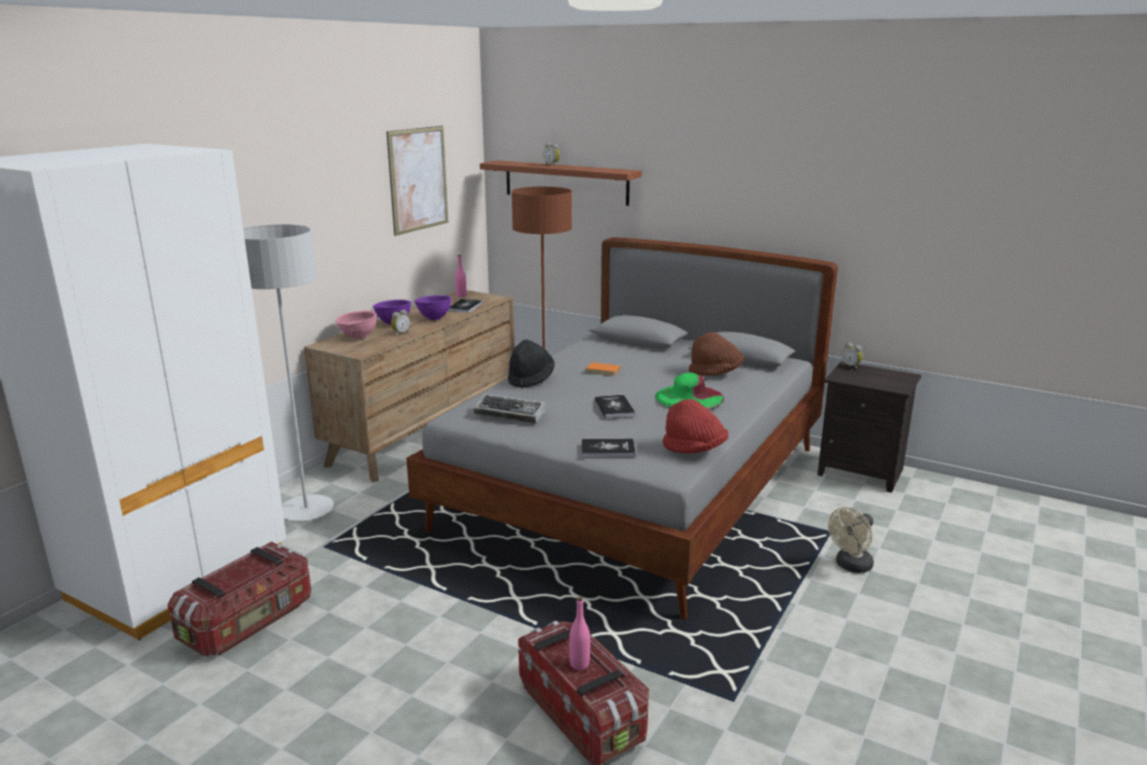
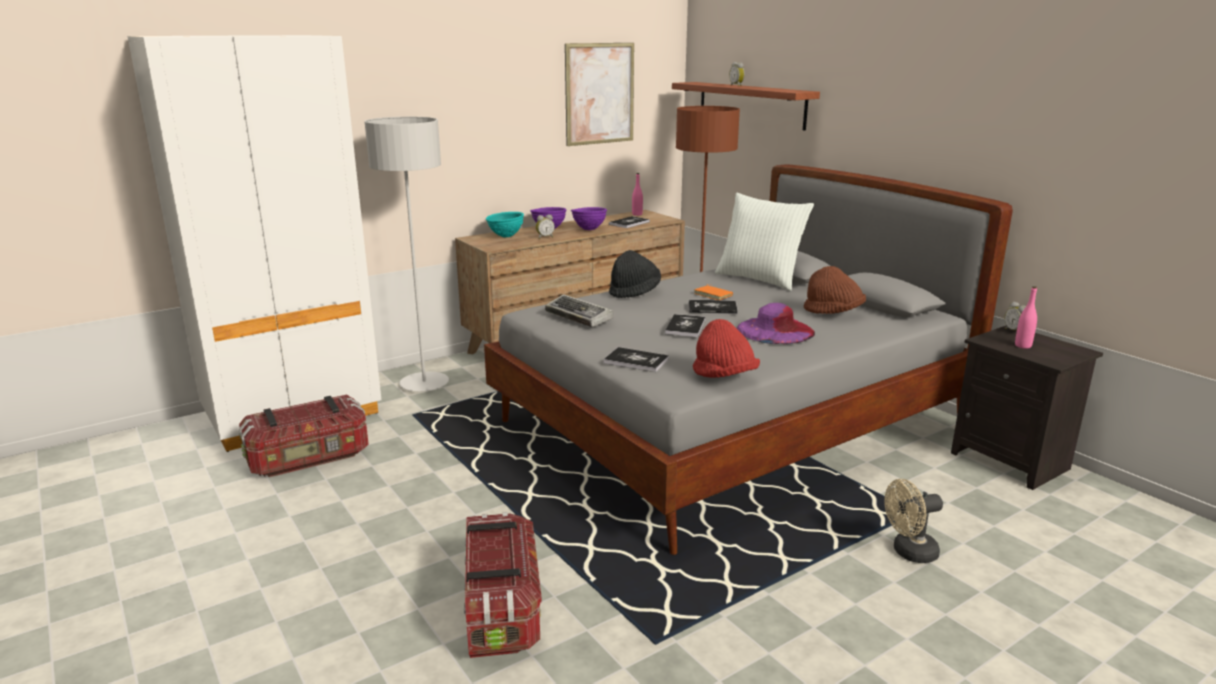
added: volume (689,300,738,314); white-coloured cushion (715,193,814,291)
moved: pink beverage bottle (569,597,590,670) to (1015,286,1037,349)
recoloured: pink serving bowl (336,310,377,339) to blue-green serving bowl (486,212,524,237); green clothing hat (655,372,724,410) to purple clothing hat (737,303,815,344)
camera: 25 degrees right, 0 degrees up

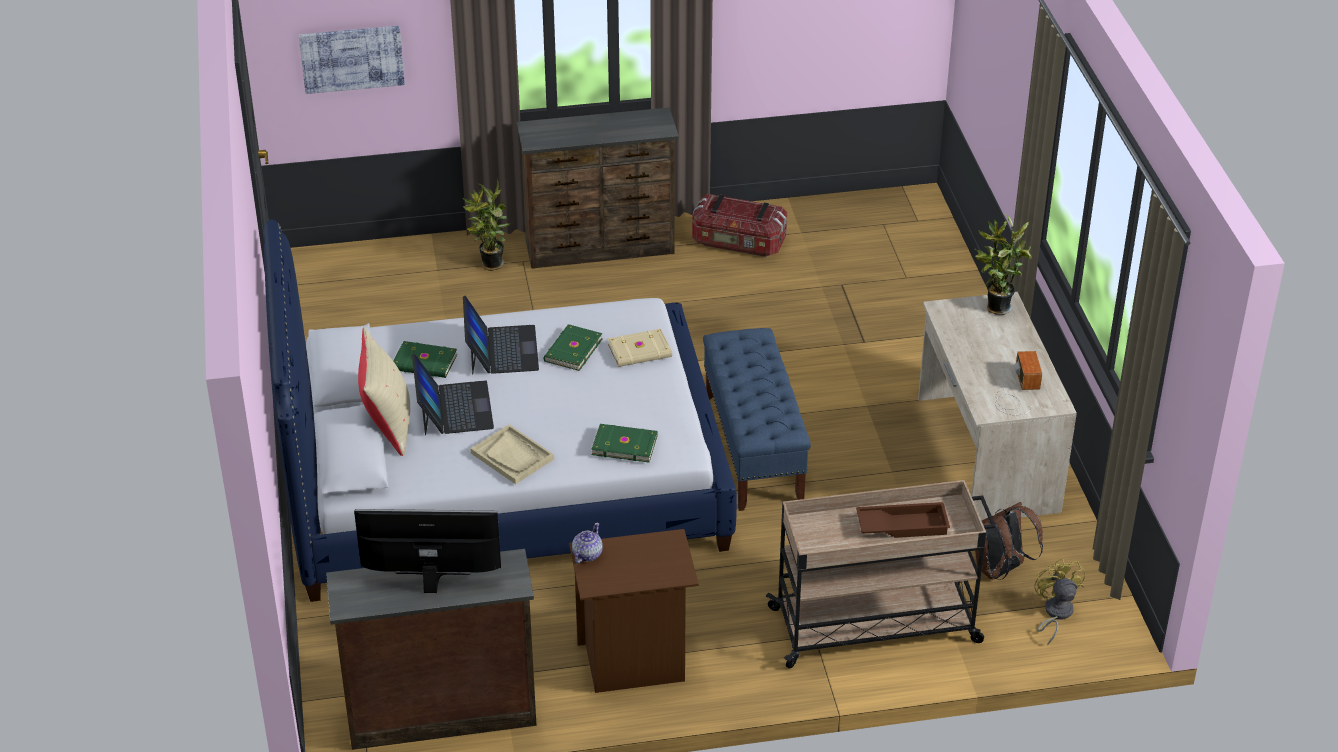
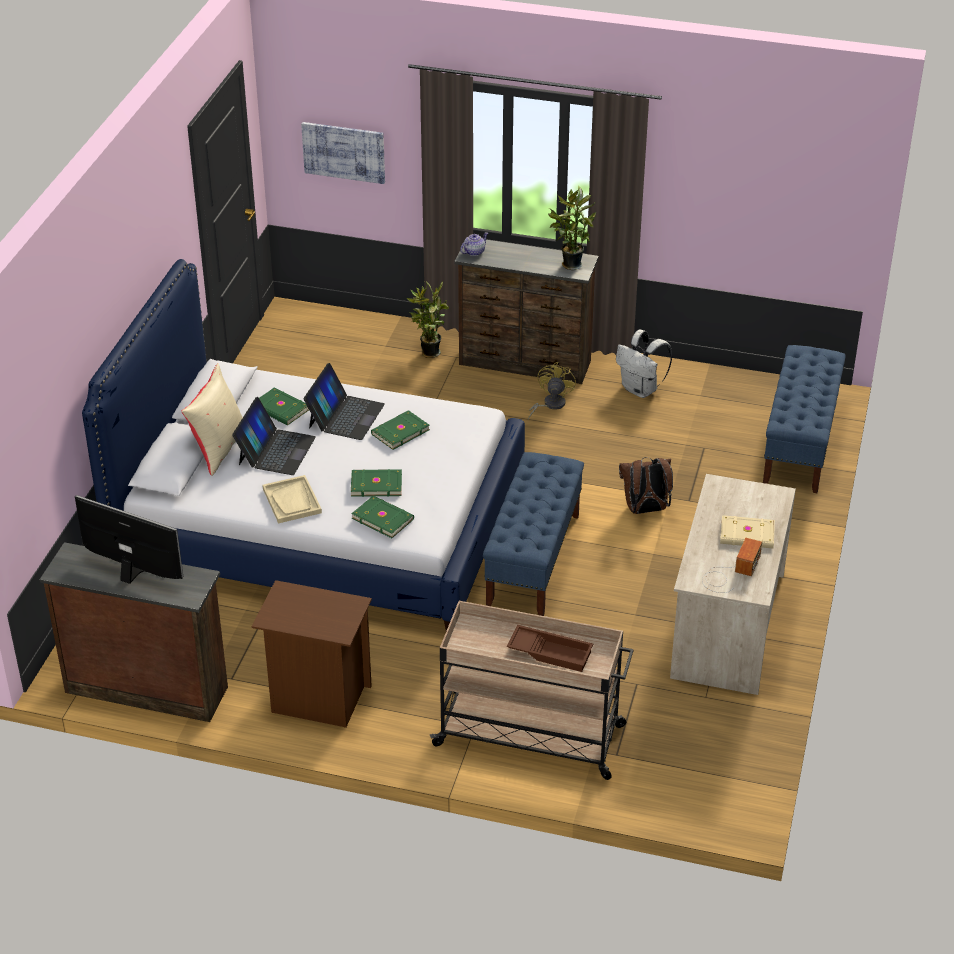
added: green volume (351,469,402,497); blue indoor bench (763,345,846,493)
moved: teapot (572,523,603,564) to (460,232,488,256); yellow cooling fan (1035,558,1086,646) to (528,362,576,420); plant in a pot (975,215,1032,315) to (548,186,596,270); brownish backpack (975,502,1043,580) to (619,457,673,514); beige-coloured volume (608,329,672,367) to (720,515,775,548)
replaced: storage bin (692,194,787,257) to white-coloured backpack (616,330,672,398)
camera: 25 degrees right, 0 degrees up

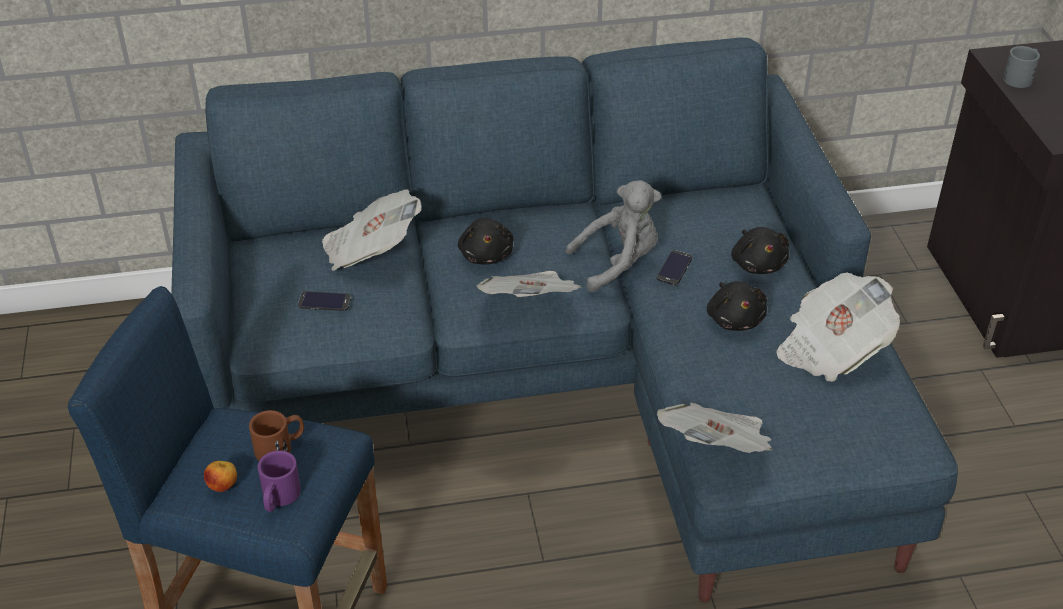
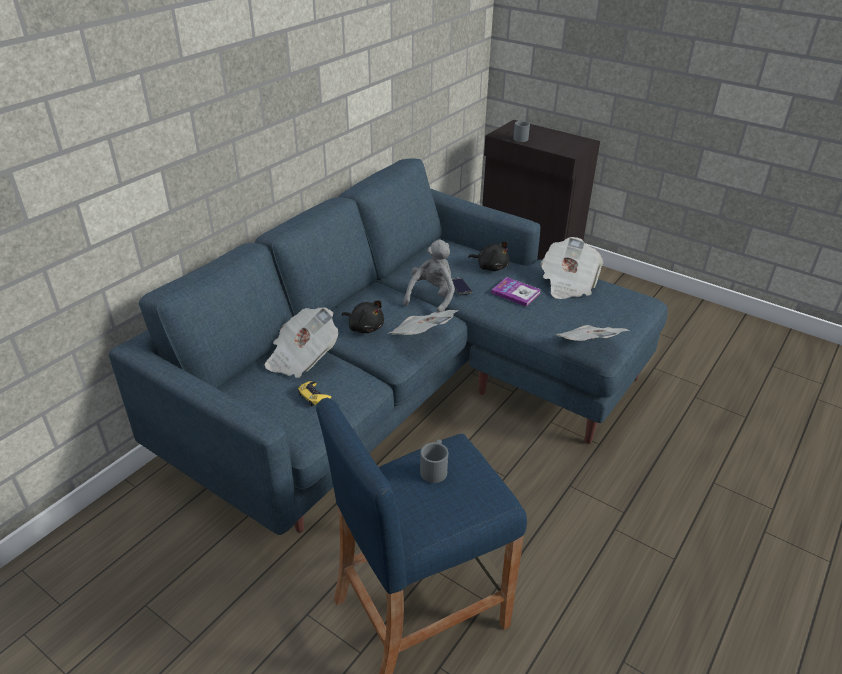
removed: whole apple (204,461,237,492); purple coffee mug (258,450,301,512)
replaced: phone (298,291,351,311) to yellow gamepad (298,381,331,407); black-coloured soft toy (707,281,767,331) to volume (491,277,541,307)
recoloured: brownish coffee mug (249,410,304,461) to greyish coffee mug (420,439,448,483)
camera: 45 degrees left, 5 degrees down

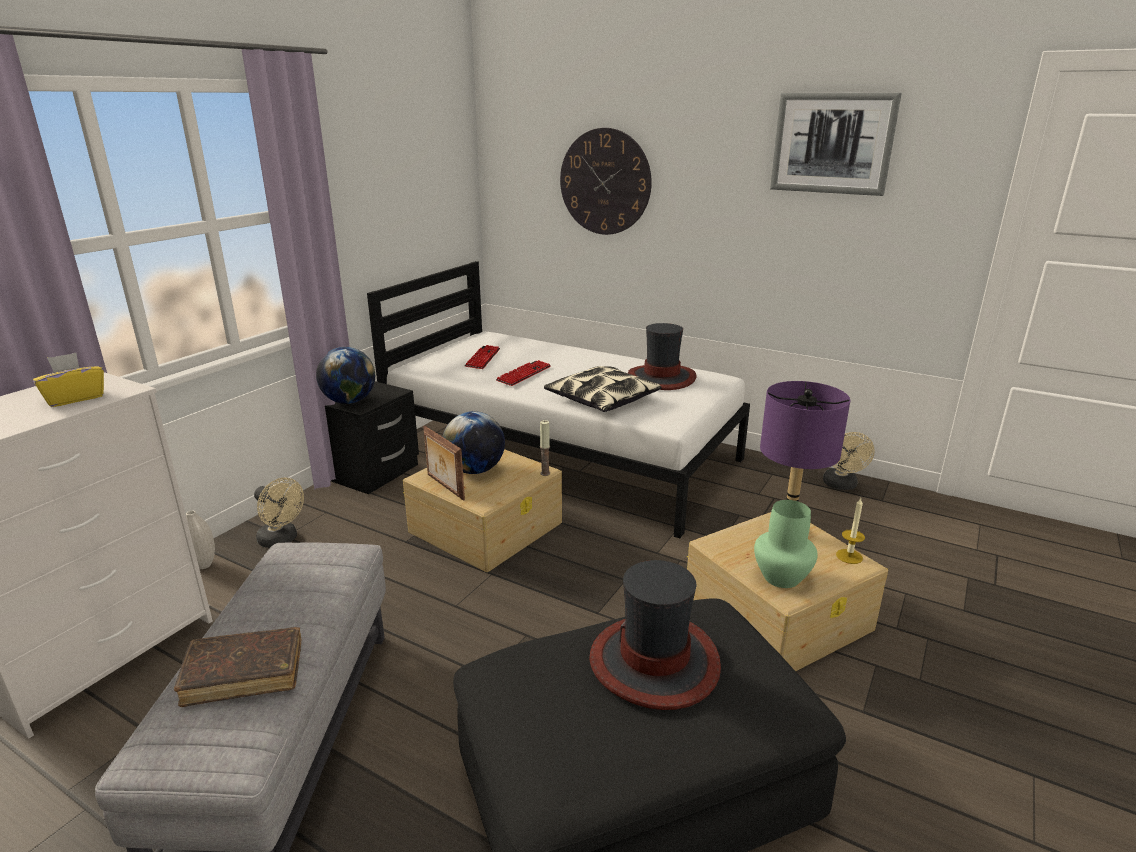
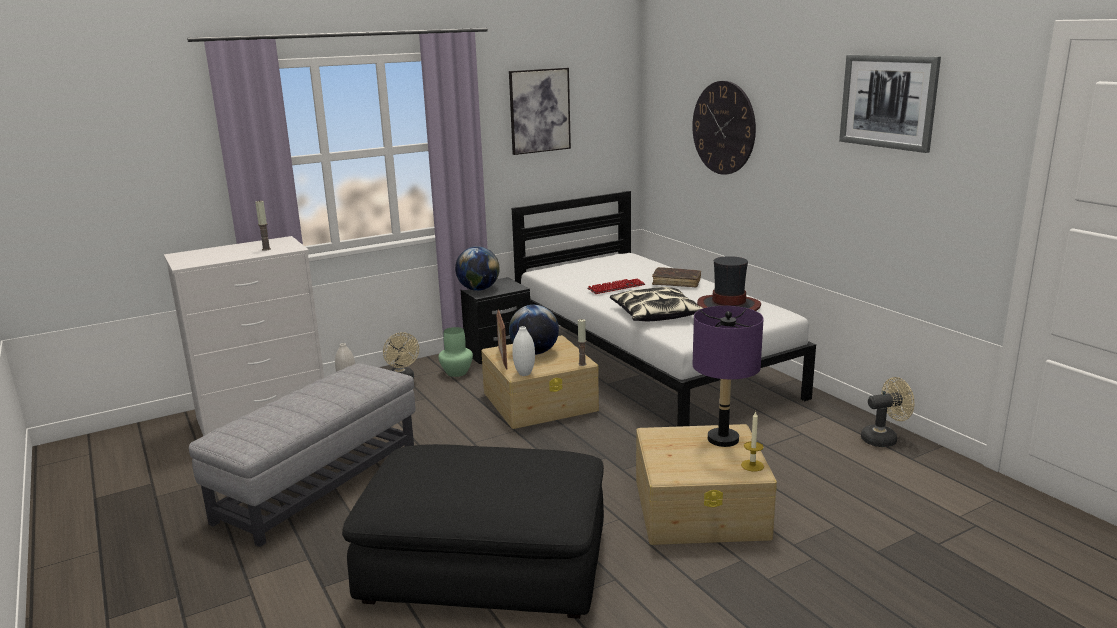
removed: computer keyboard (465,345,500,369); clothing hat (589,560,721,710)
added: picture (509,68,571,155); white-coloured flower vase (512,326,535,376)
moved: green flower vase (754,500,818,588) to (438,327,473,377); brownish volume (174,627,301,707) to (652,267,701,288)
replaced: yellow box of tissues (33,353,104,407) to candle (255,201,271,251)
turned: beige-coloured cooling fan (823,432,875,490) = (861,377,915,447) 135 degrees counterclockwise
camera: 30 degrees right, 5 degrees down

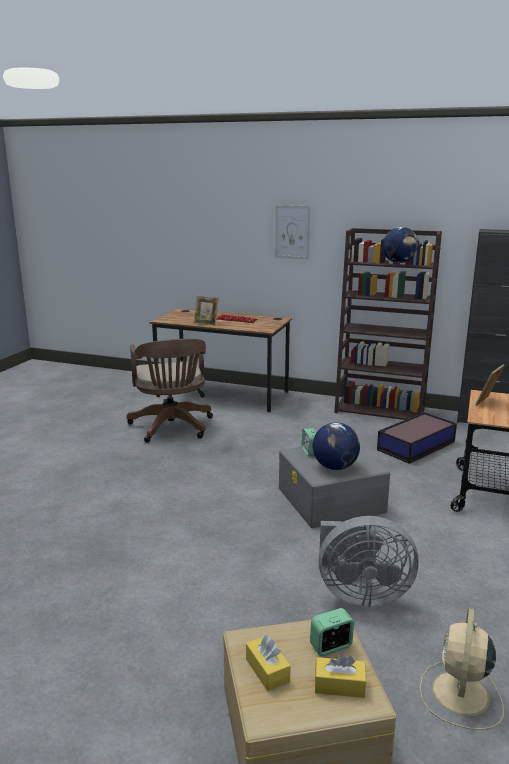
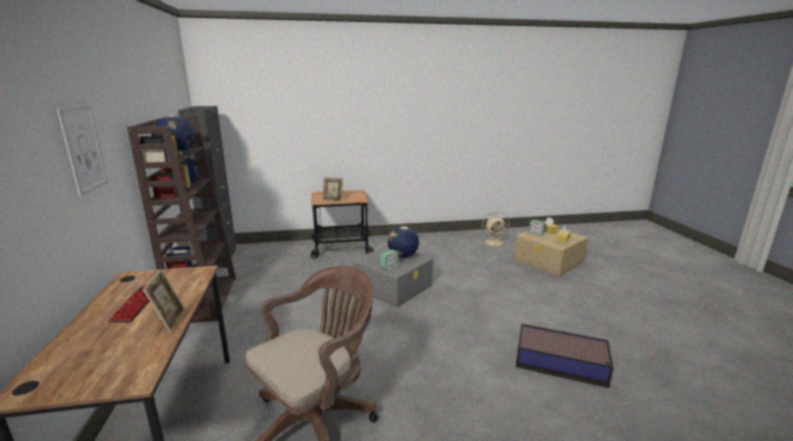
removed: greyish cooling fan (318,516,419,607)
moved: storage bin (377,412,457,464) to (516,324,614,388)
camera: 120 degrees left, 0 degrees up

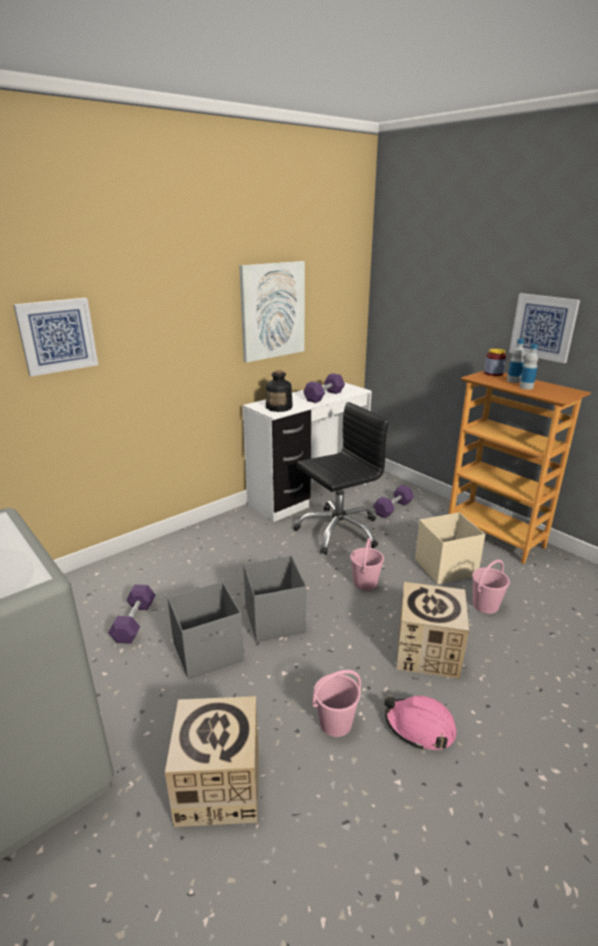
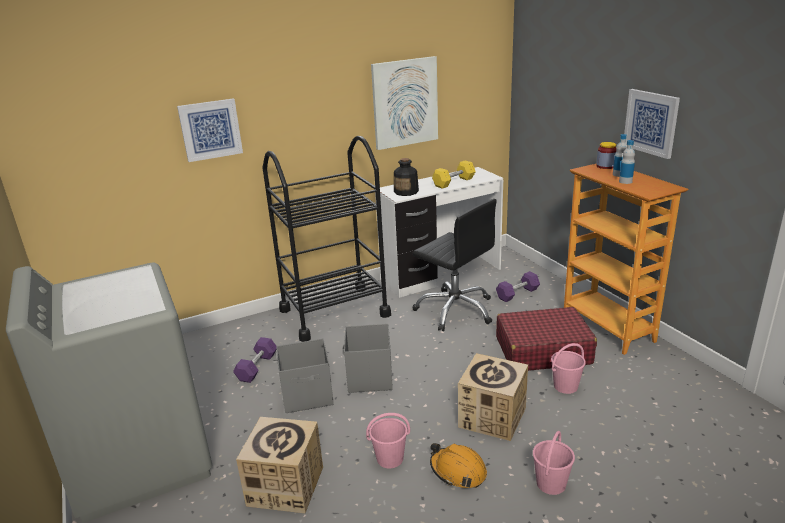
added: black-coloured trolley (262,136,391,342)
moved: pink bucket (350,538,384,591) to (533,431,575,495)
replaced: beige-coloured storage bin (415,512,485,584) to reddish suitcase (496,307,597,371)
recoloured: pink hard hat (384,696,456,750) to orangey hard hat (430,443,487,488); purple dumbbell (303,373,345,403) to yellow dumbbell (432,160,476,189)
turned: black-coloured office chair (293,402,389,555) = (413,199,497,331) 60 degrees clockwise
camera: 15 degrees right, 0 degrees up

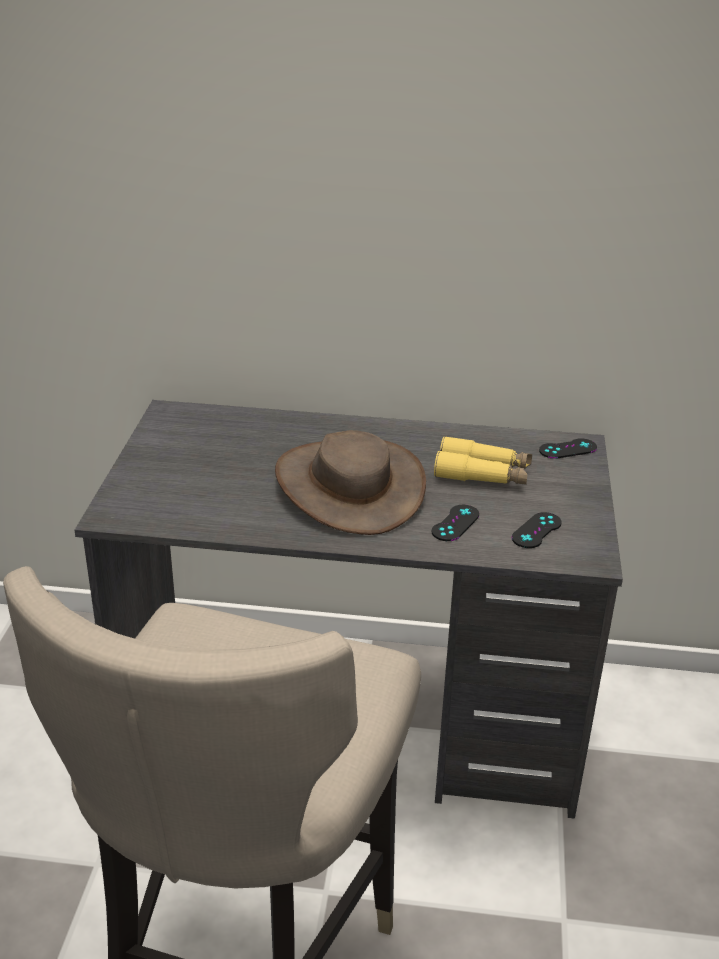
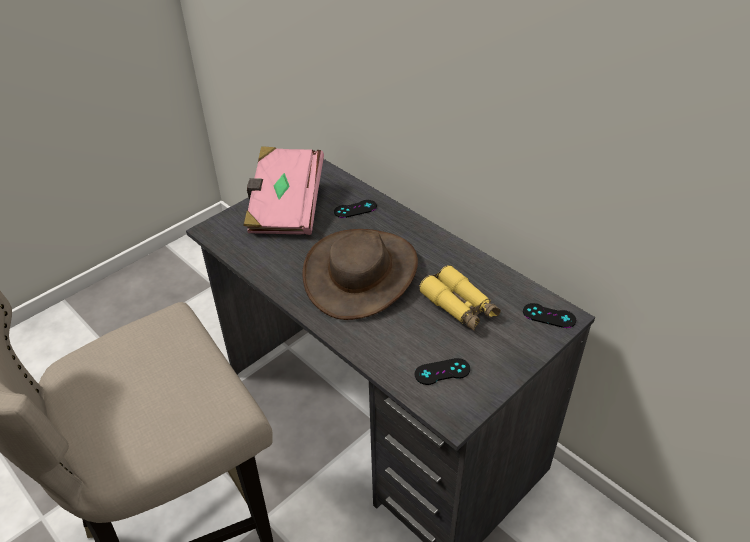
added: pink volume (243,146,324,235)
moved: black-coloured gamepad (432,505,479,541) to (334,200,377,218)
camera: 40 degrees right, 10 degrees up

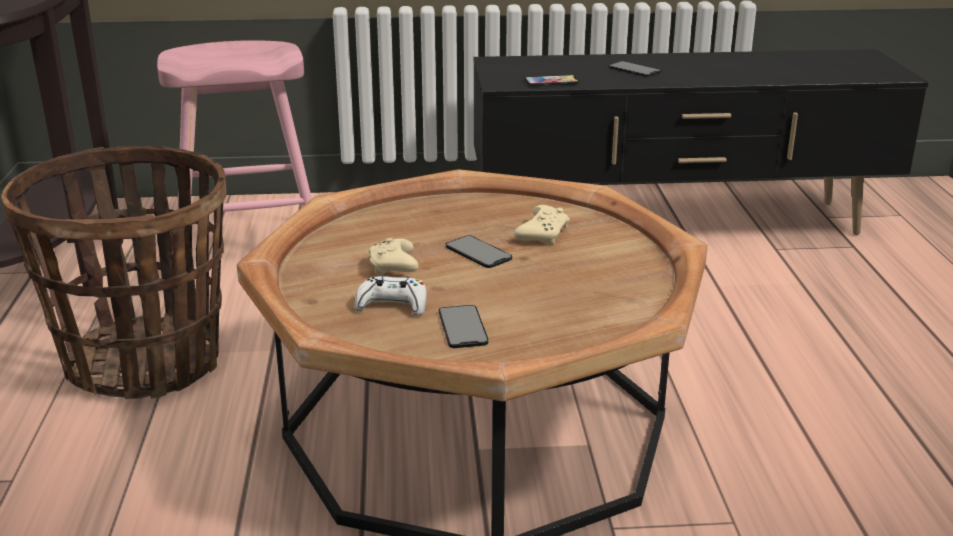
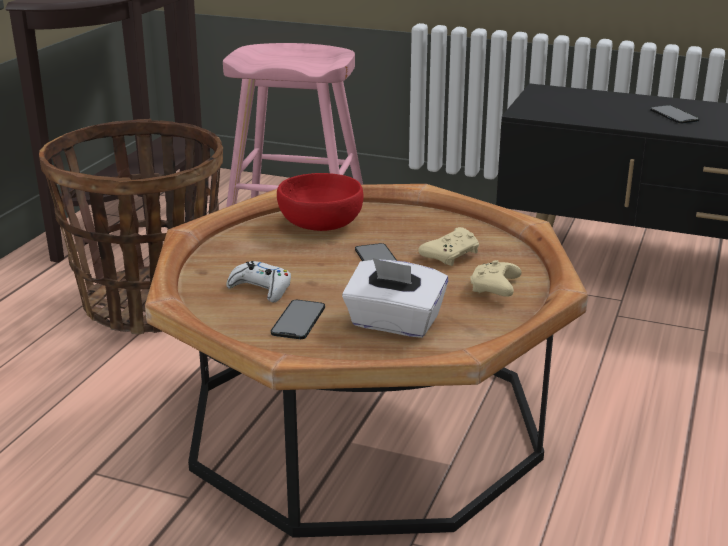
removed: phone (525,75,579,86)
added: reddish serving bowl (277,173,364,231); white-coloured box of tissues (342,258,448,338)
moved: beige-coloured gamepad (368,238,419,274) to (470,260,522,297)
camera: 25 degrees right, 0 degrees up

